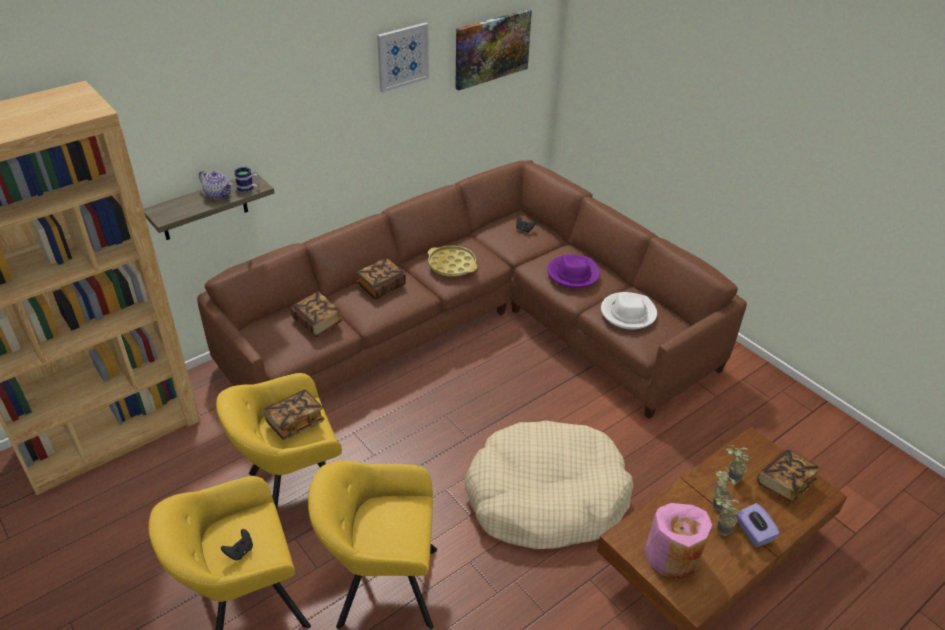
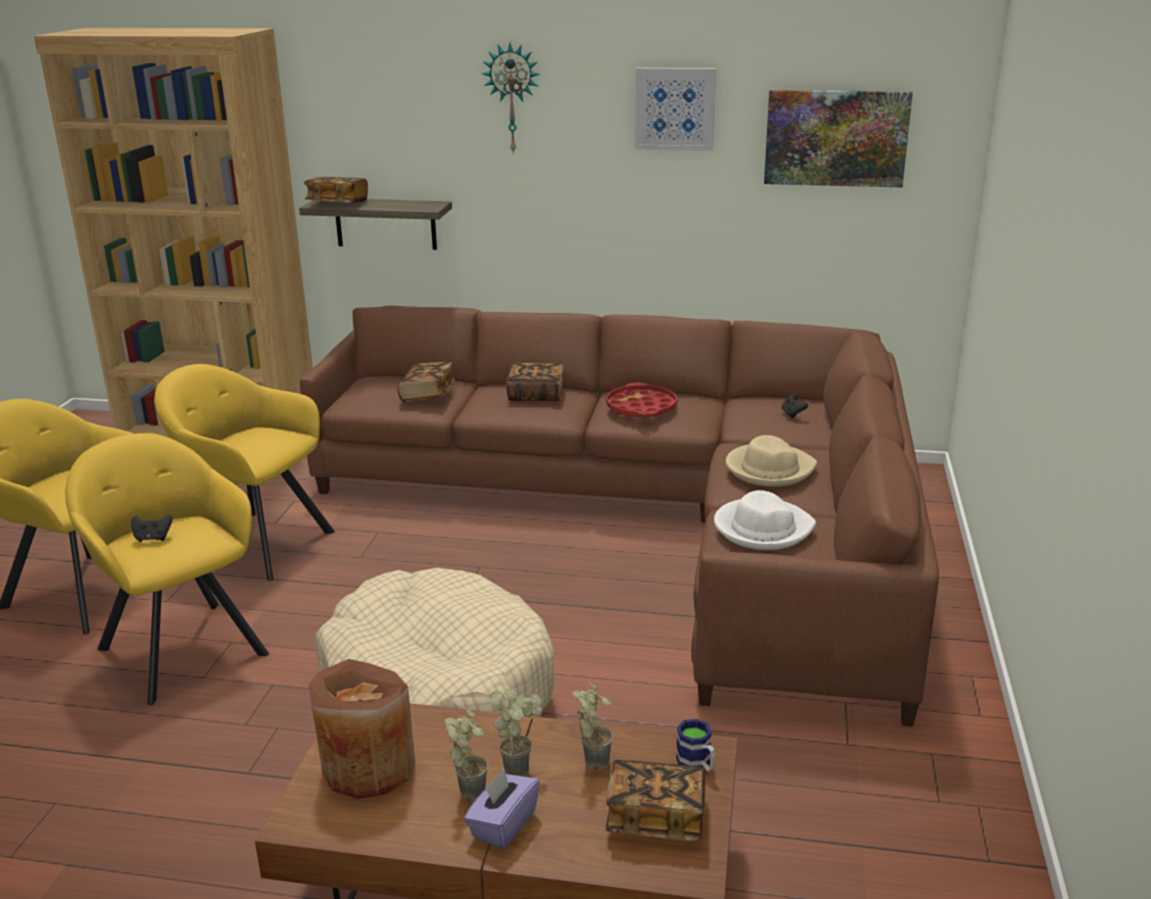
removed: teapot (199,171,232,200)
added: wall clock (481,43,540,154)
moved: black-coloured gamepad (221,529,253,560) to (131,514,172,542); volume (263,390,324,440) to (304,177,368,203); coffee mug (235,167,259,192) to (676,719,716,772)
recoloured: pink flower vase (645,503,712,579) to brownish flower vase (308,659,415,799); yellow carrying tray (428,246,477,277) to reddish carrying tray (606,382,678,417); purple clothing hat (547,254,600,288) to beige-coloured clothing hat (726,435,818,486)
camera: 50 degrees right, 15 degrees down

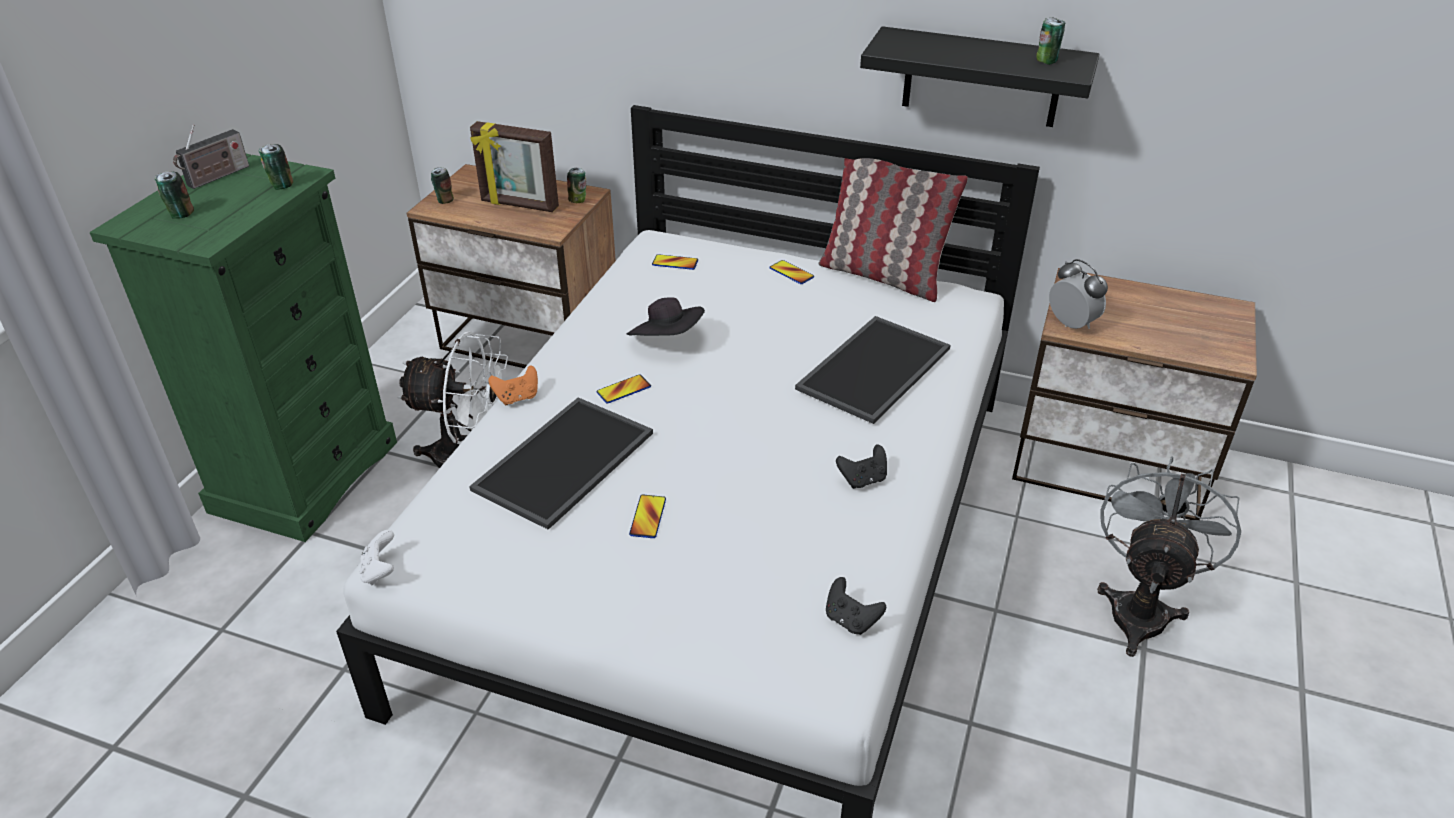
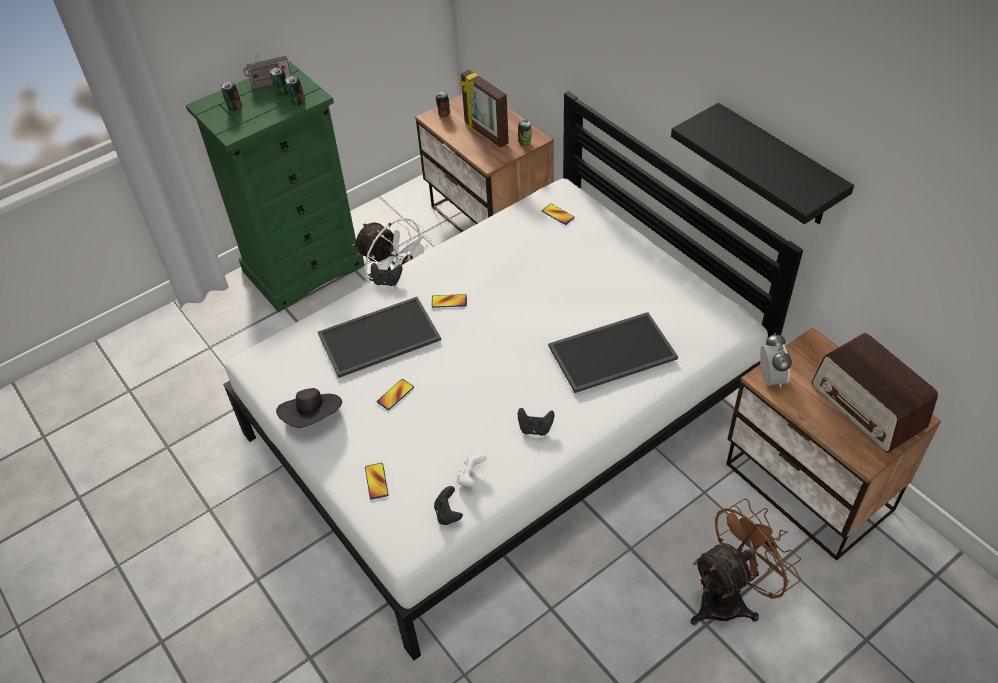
removed: cushion (818,158,968,302)
added: radio (812,333,938,453)
moved: metal can (1036,17,1065,65) to (269,68,288,96); black-coloured clothing hat (627,297,705,336) to (276,388,342,428); phone (769,260,814,284) to (365,463,389,500); white-coloured gamepad (359,530,394,585) to (456,454,486,487)
recoloured: orangey gamepad (488,366,538,405) to black-coloured gamepad (371,263,403,286); greyish cooling fan (1097,456,1241,657) to brownish cooling fan (691,498,801,625)
camera: 35 degrees right, 10 degrees up

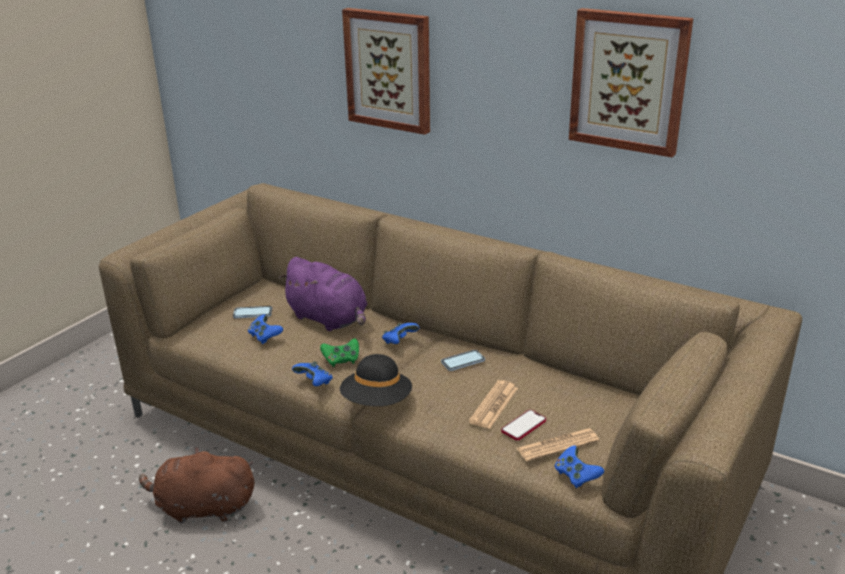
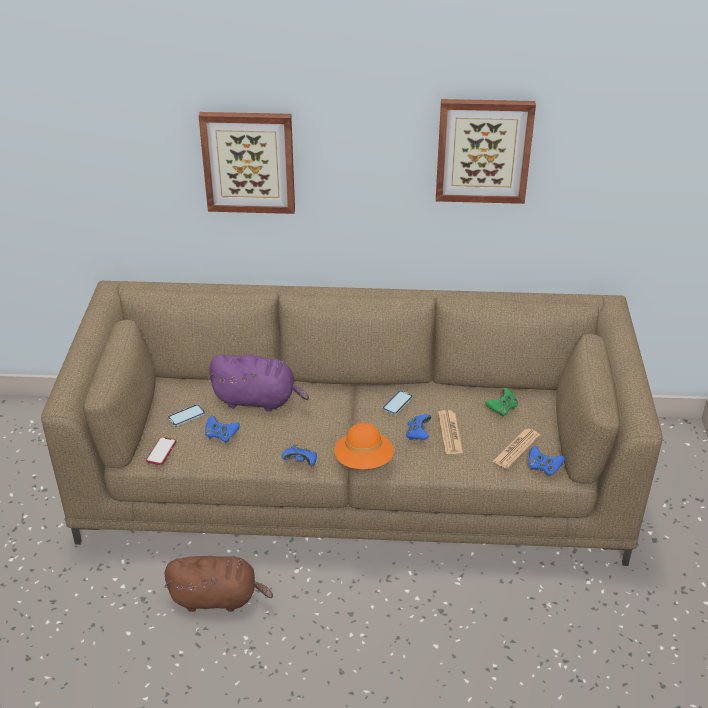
moved: phone (501,410,546,441) to (146,437,176,465); blue gamepad (382,323,420,344) to (406,414,431,440); green gamepad (320,338,359,367) to (485,388,518,417)
recoloured: black-coloured clothing hat (340,354,412,406) to orangey clothing hat (334,423,394,469)
turned: brownish soft toy (139,447,254,523) = (164,556,273,612) 150 degrees counterclockwise
camera: 30 degrees left, 10 degrees up

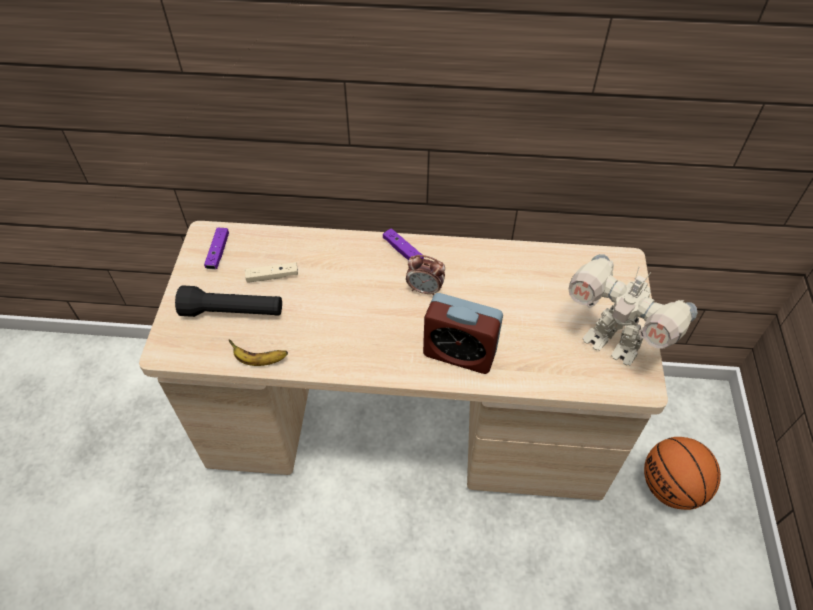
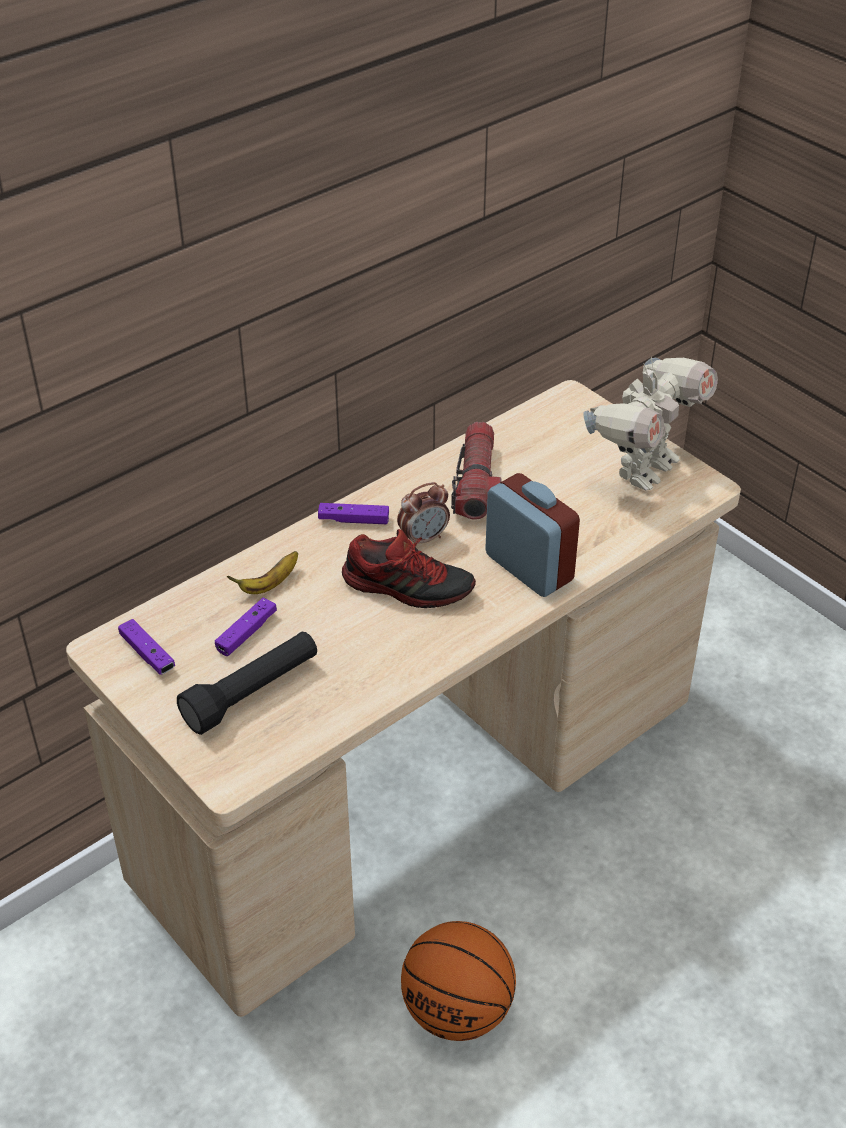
added: shoe (342,529,476,608); flashlight (451,422,501,520)
moved: whole banana (228,339,288,366) to (227,551,298,594); basketball ball (644,437,721,510) to (401,921,516,1041)
recoloured: beige-coloured gamepad (245,262,298,283) to purple gamepad (215,598,277,656)
turned: bedside clock (423,293,503,374) = (485,473,580,597) 105 degrees counterclockwise; robot figure (568,254,698,366) = (584,357,718,490) 45 degrees counterclockwise
camera: 45 degrees left, 10 degrees down

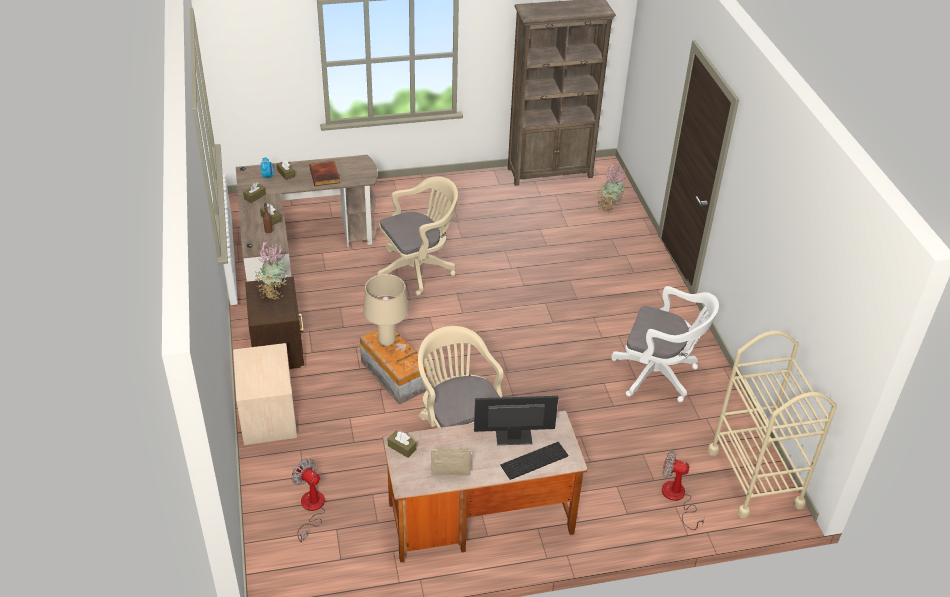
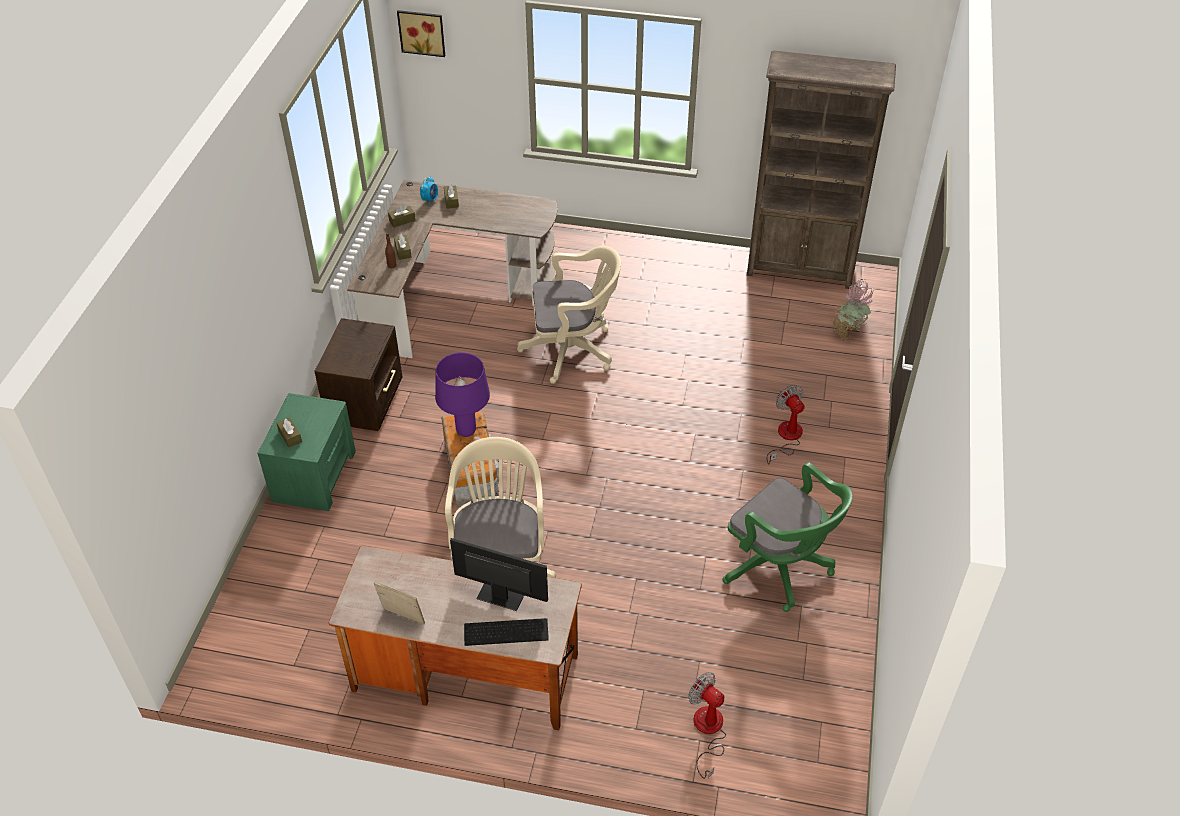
removed: plant in a pot (255,240,289,300); volume (309,161,340,186); beige-coloured trolley (708,331,837,518)
added: picture (397,10,445,57)
moved: brownish box of tissues (388,431,417,458) to (277,417,302,448); cooling fan (291,458,325,542) to (767,385,805,465)
recoloured: beige-coloured nightstand (233,343,297,445) to green nightstand (257,393,356,511); beige-coloured table lamp (363,274,409,346) to purple table lamp (435,352,490,437); white-coloured office chair (611,286,719,402) to green office chair (722,462,853,612)
camera: 25 degrees right, 5 degrees up

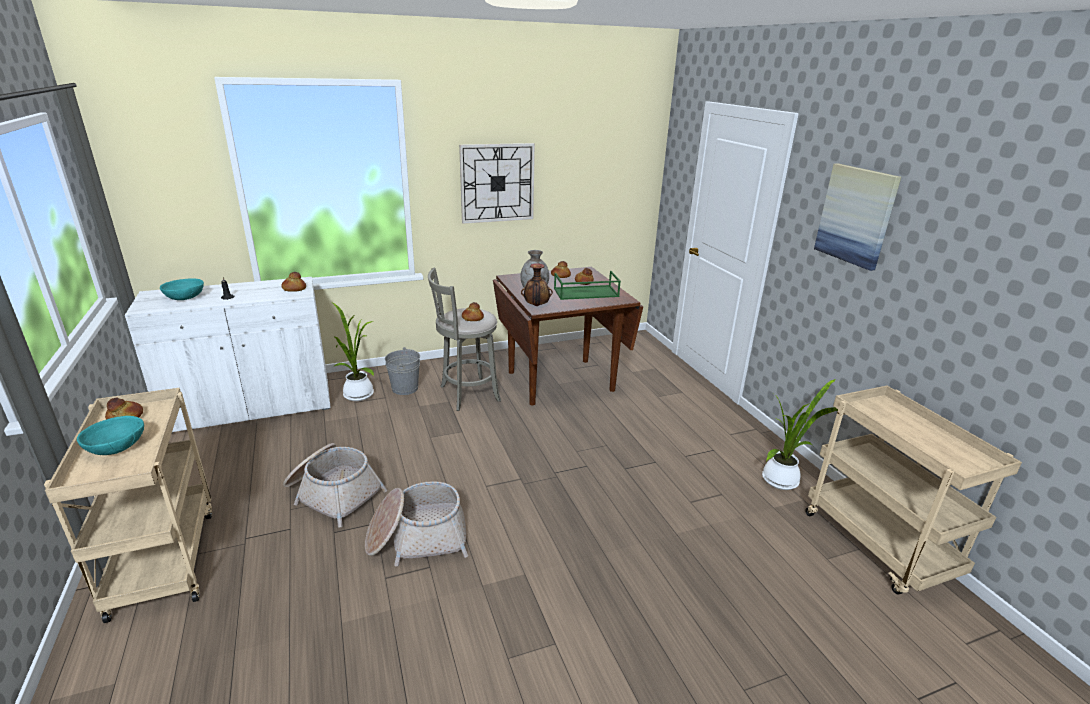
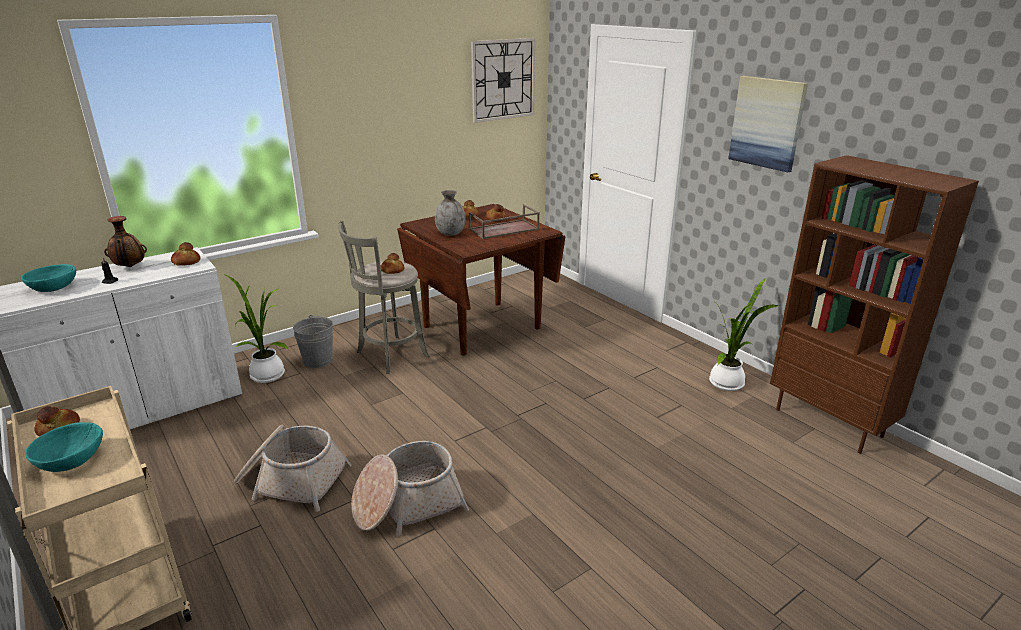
moved: flower vase (521,263,553,306) to (104,216,147,267); wall clock (459,143,535,224) to (471,38,535,123)
replaced: beige-coloured trolley (805,386,1022,595) to brownish shelving unit (770,155,979,454)
recoloured: green carrying tray (554,271,621,300) to brownish carrying tray (469,204,540,239)
camera: 15 degrees left, 0 degrees up

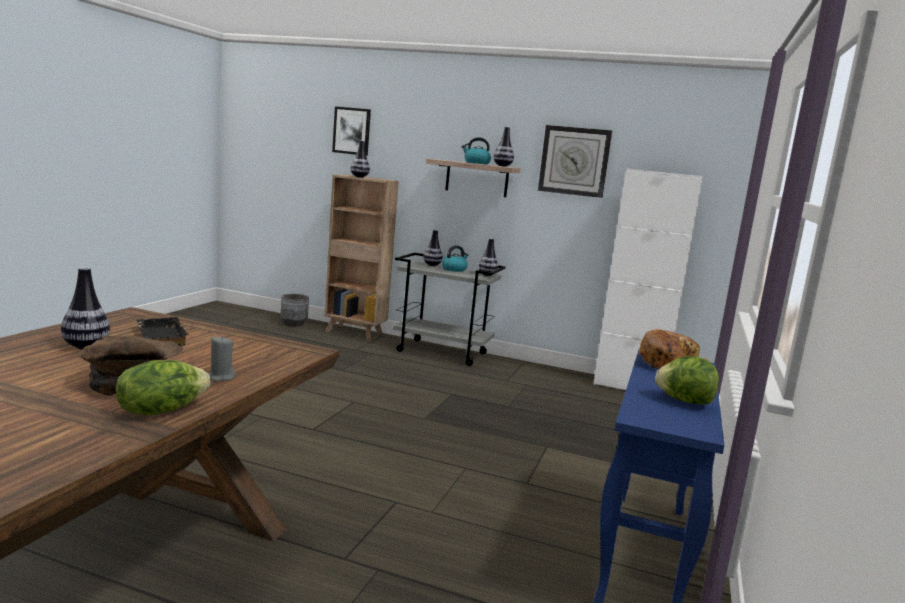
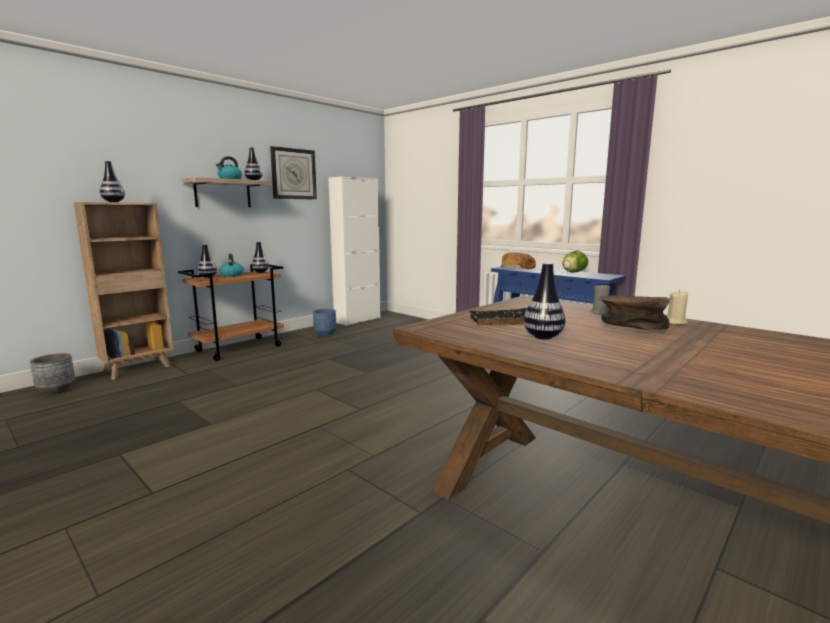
removed: picture (332,106,371,156)
added: blue flower pot (313,309,336,336)
replaced: lettuce head (116,360,210,415) to beige-coloured candle (666,290,688,324)
recoloured: greyish trolley (393,253,506,366) to brownish trolley (178,264,284,361)
camera: 65 degrees left, 0 degrees up

